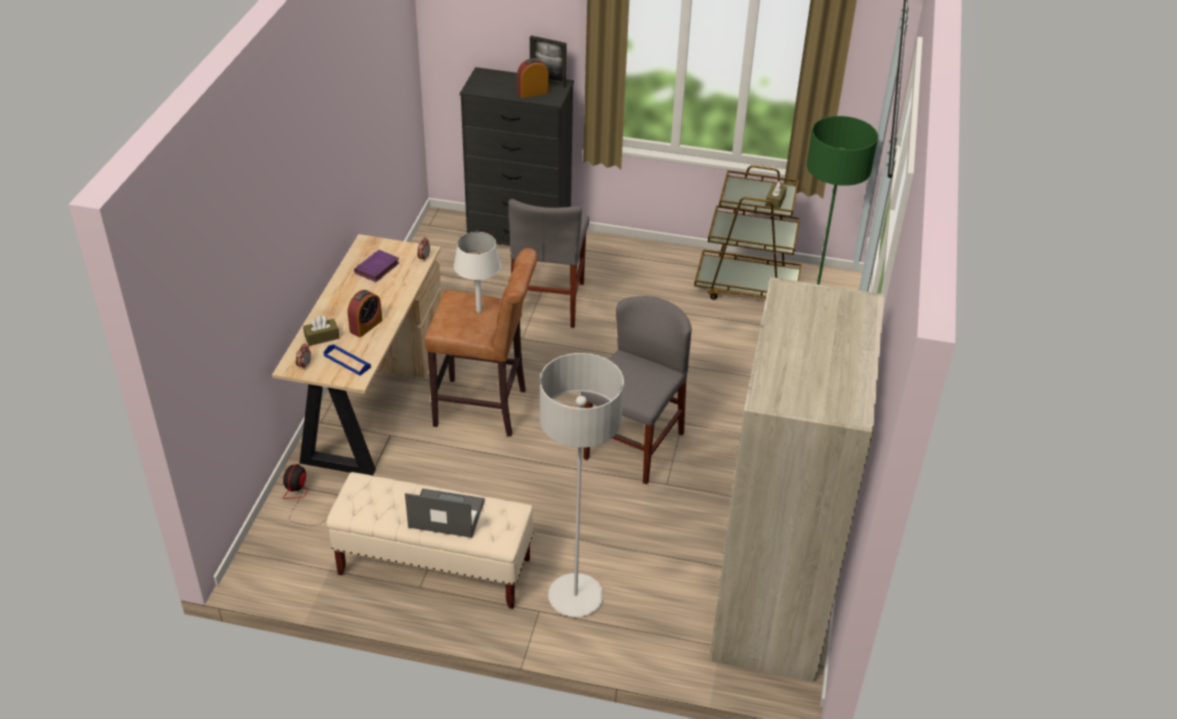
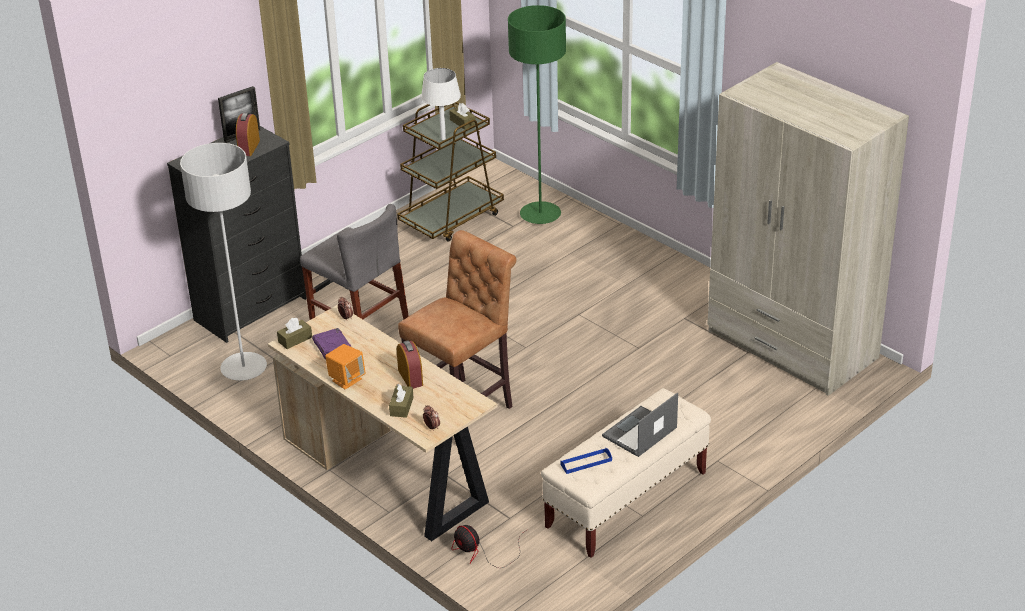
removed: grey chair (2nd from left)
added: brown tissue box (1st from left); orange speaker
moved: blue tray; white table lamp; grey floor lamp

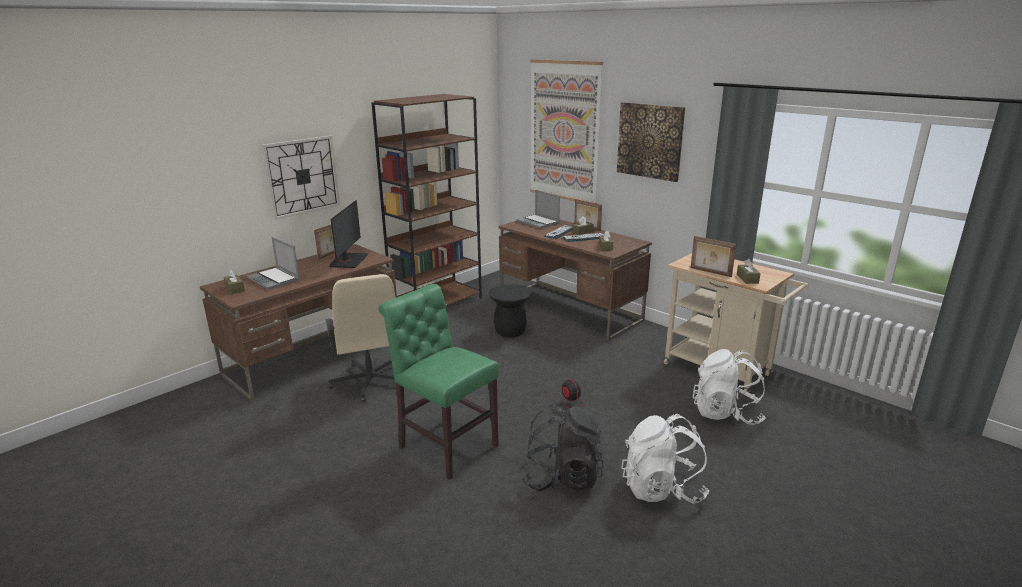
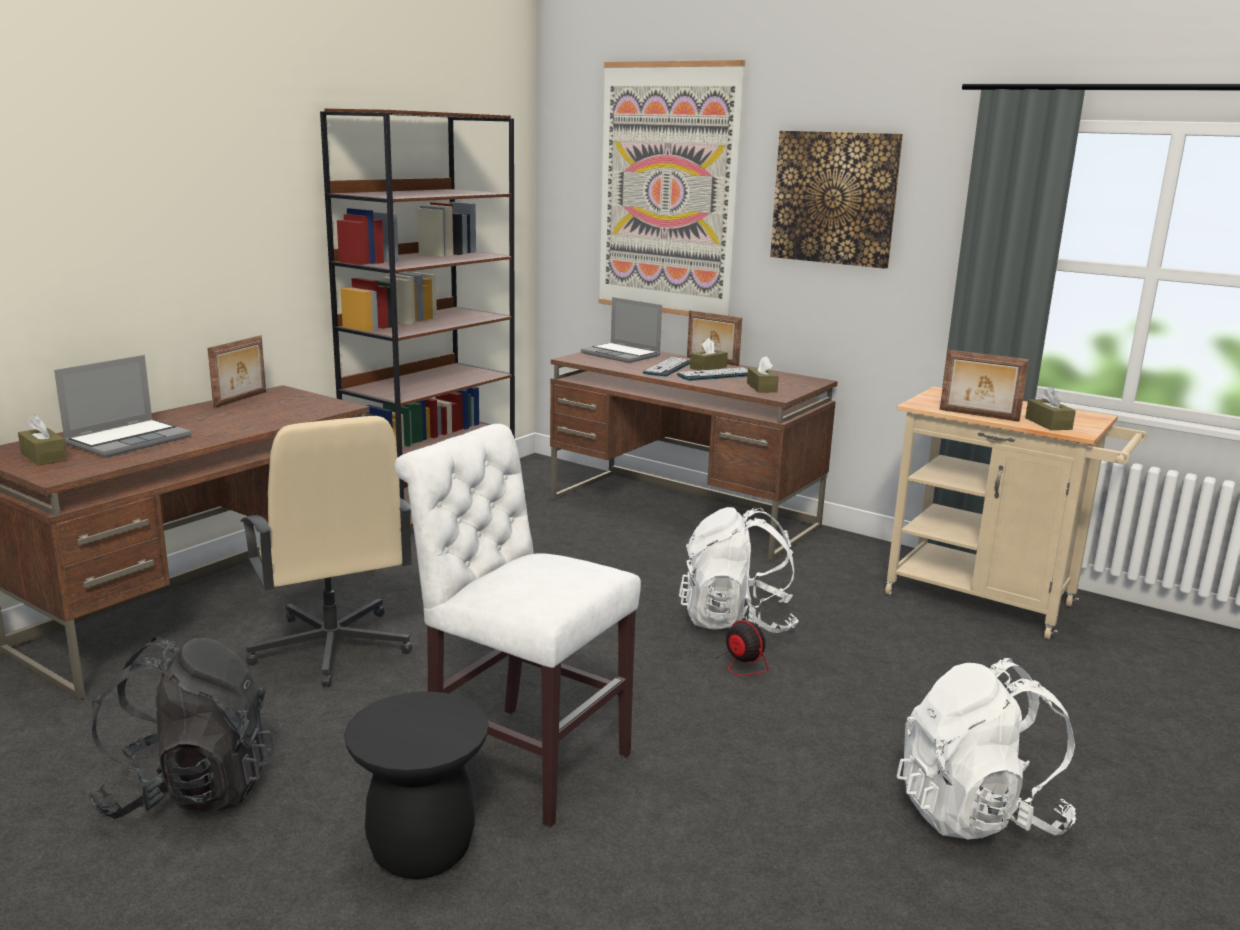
removed: wall clock; monitor
moved: black stool; black backpack; white backpack (2nd from left in the first image) to white backpack (1st from left)
recoloured: green chair to white chair
turned: laptop (1st from left) 90 degrees counterclockwise

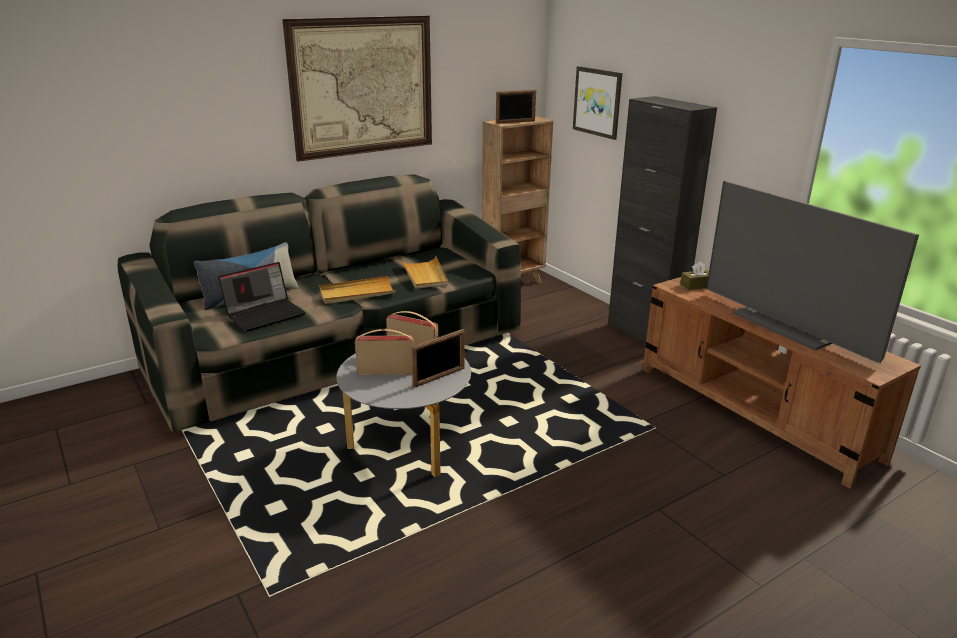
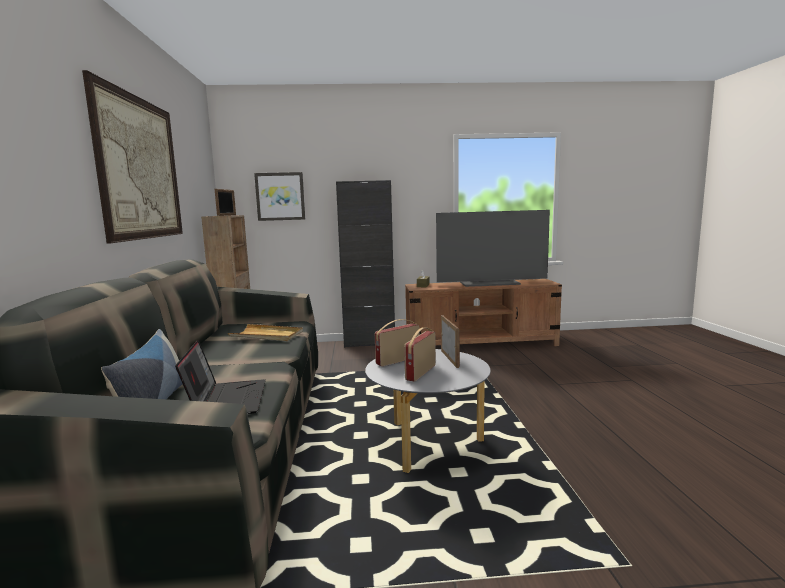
removed: beige tray (1st from left)

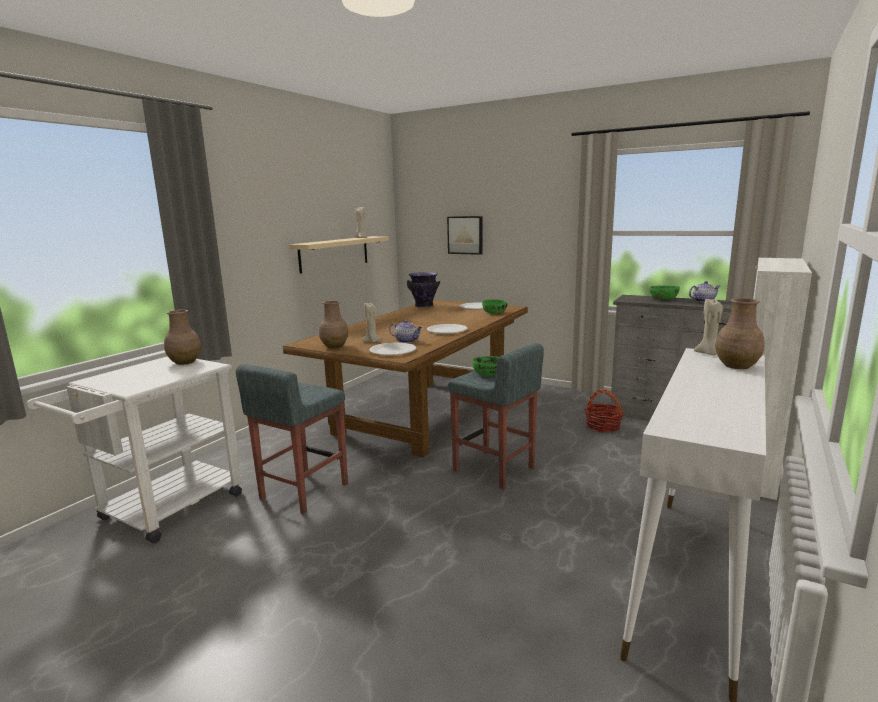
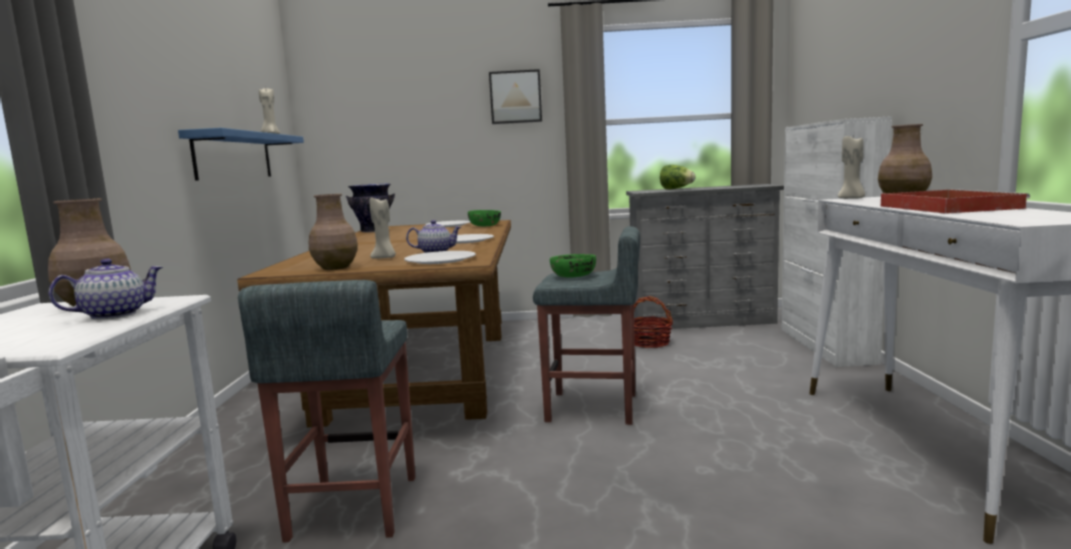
added: red tray
moved: picture; teapot (2nd from left in the first image) to teapot (1st from left)
replaced: green bowl (3rd from left) to lettuce
recoloured: beige shelf to blue shelf

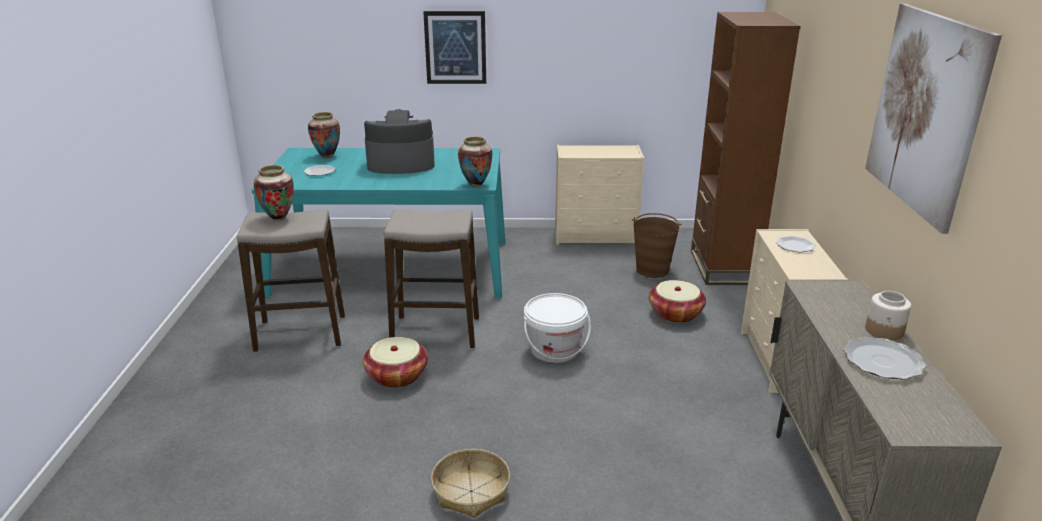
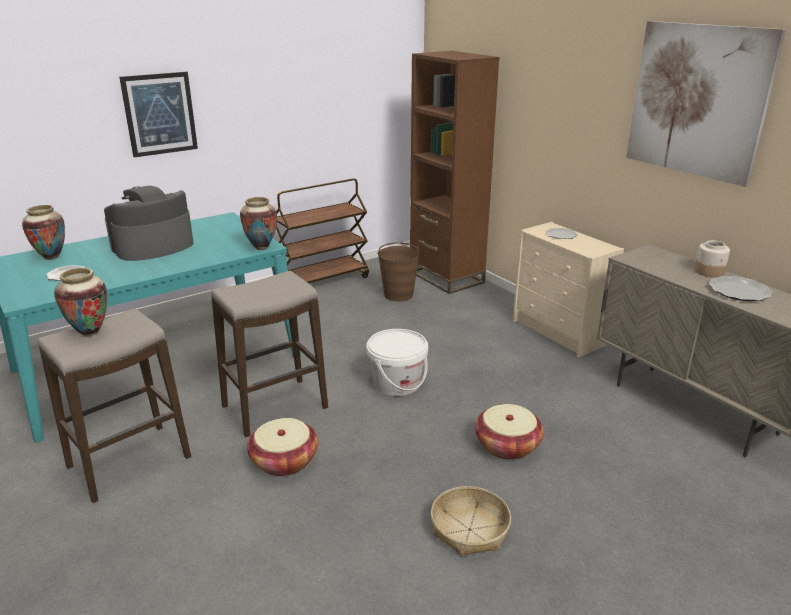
moved: basket (3rd from left)
replaced: beige dresser (1st from left) to brown cart

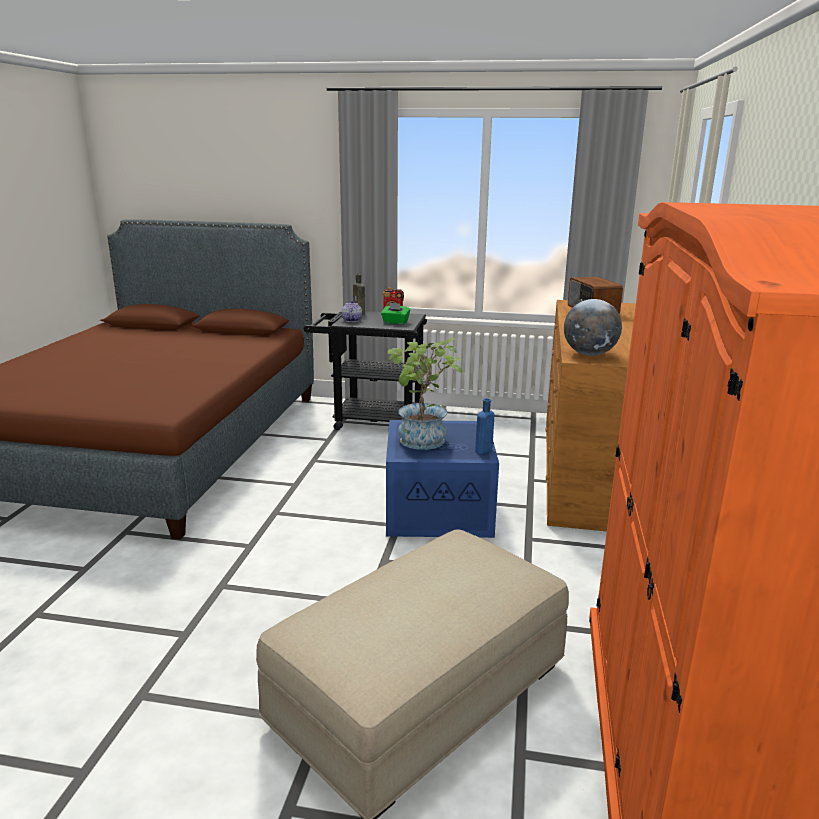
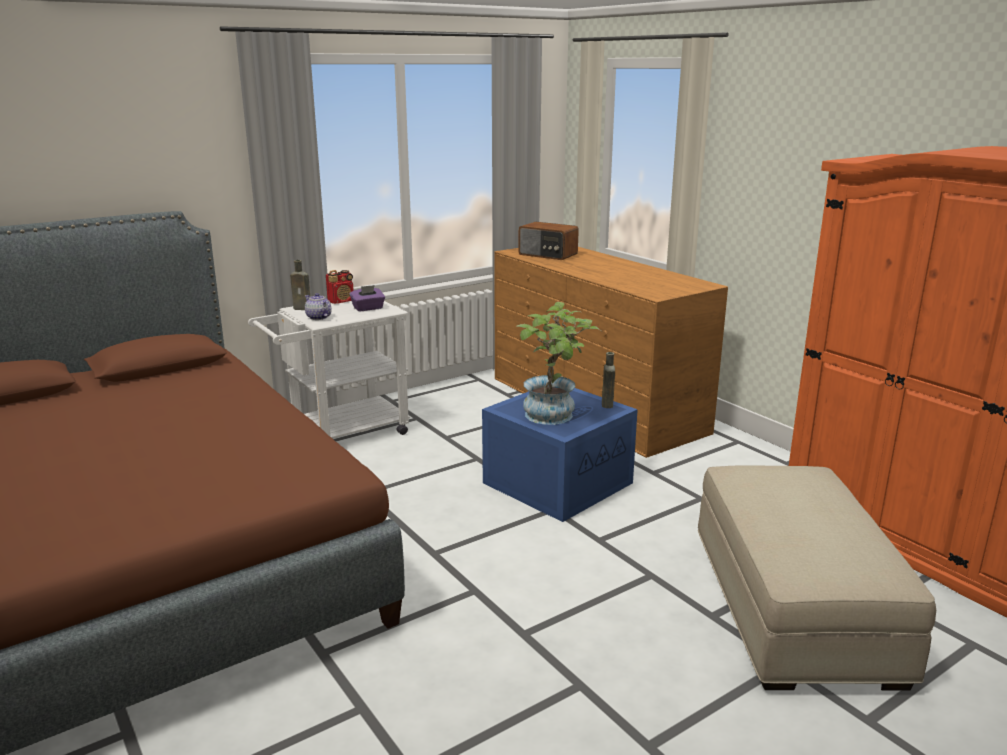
removed: globe
recoloured: black cart to white cart; green tissue box to purple tissue box; blue bottle to brown bottle (2nd from left)

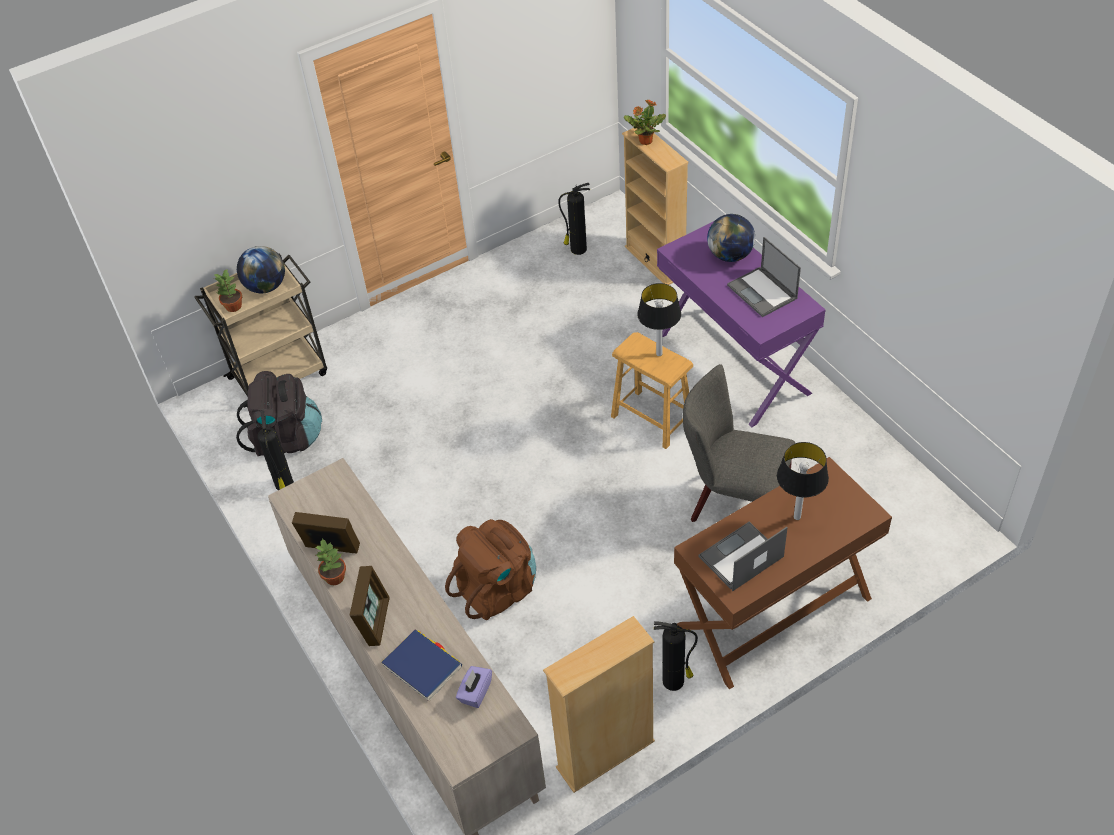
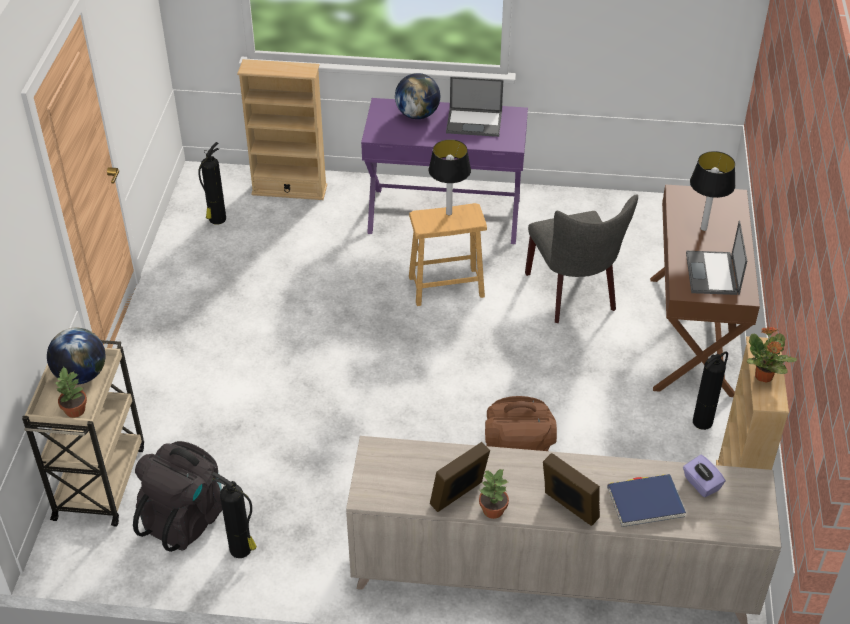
moved: potted plant (3rd from left)
turned: grey chair 75 degrees counterclockwise

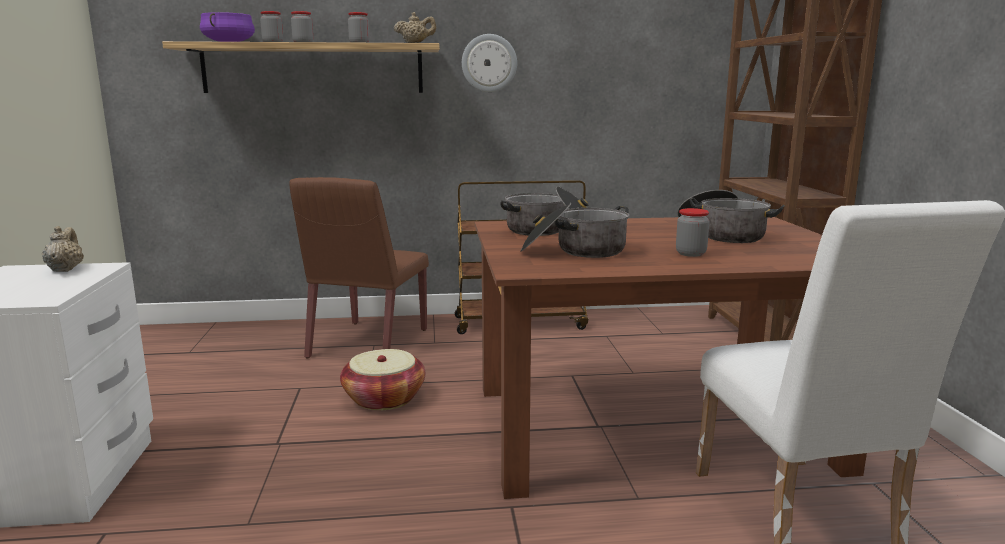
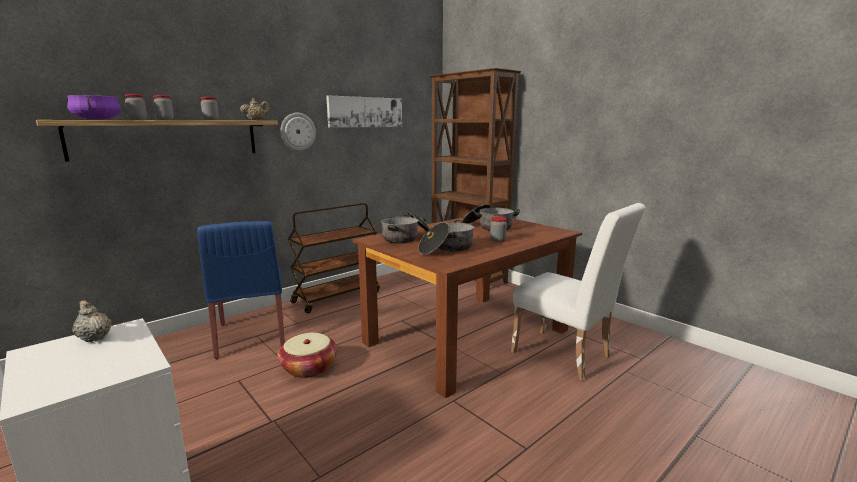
added: picture
recoloured: brown chair to blue chair

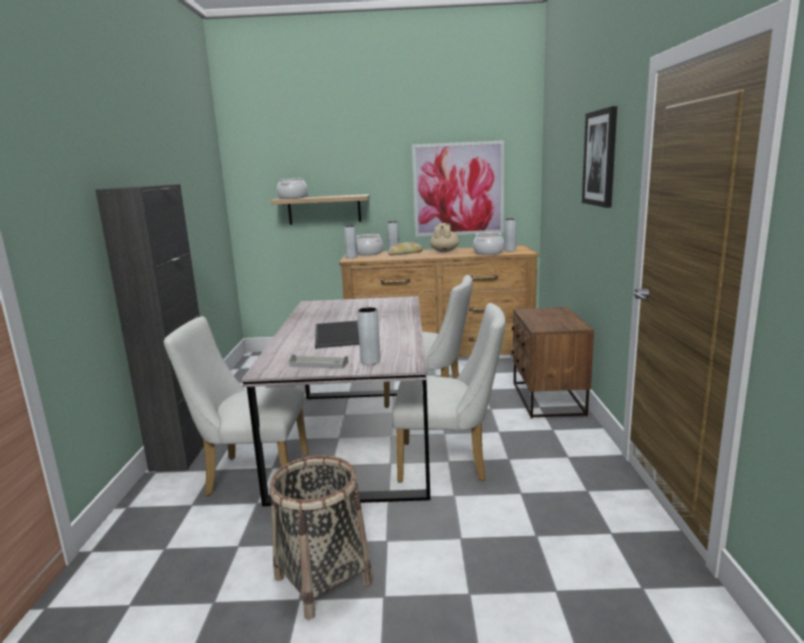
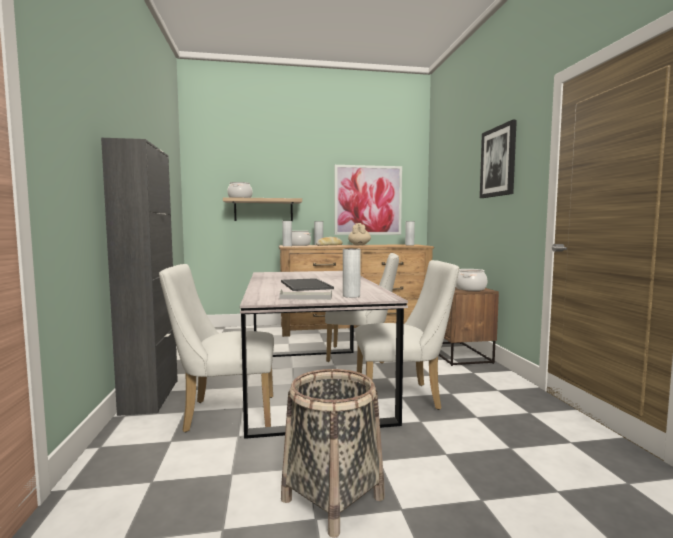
moved: cooking pot (3rd from left)

